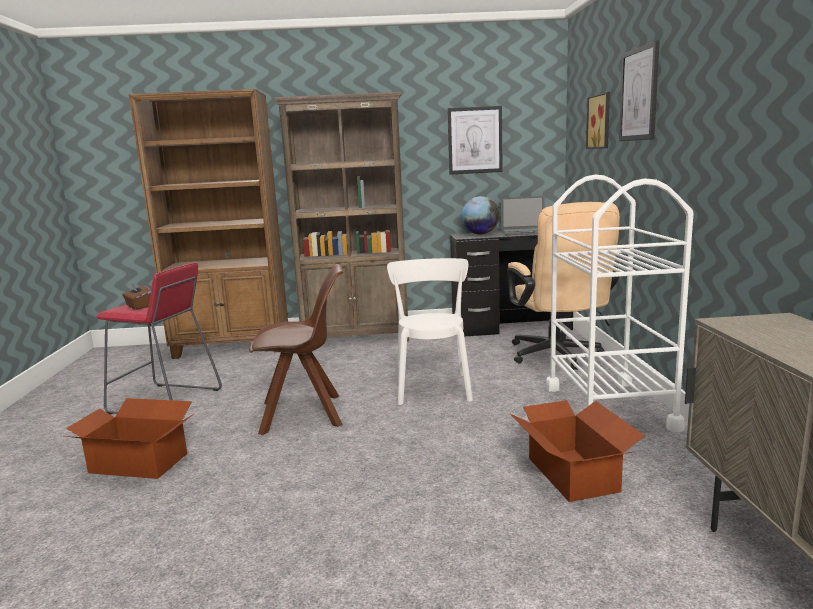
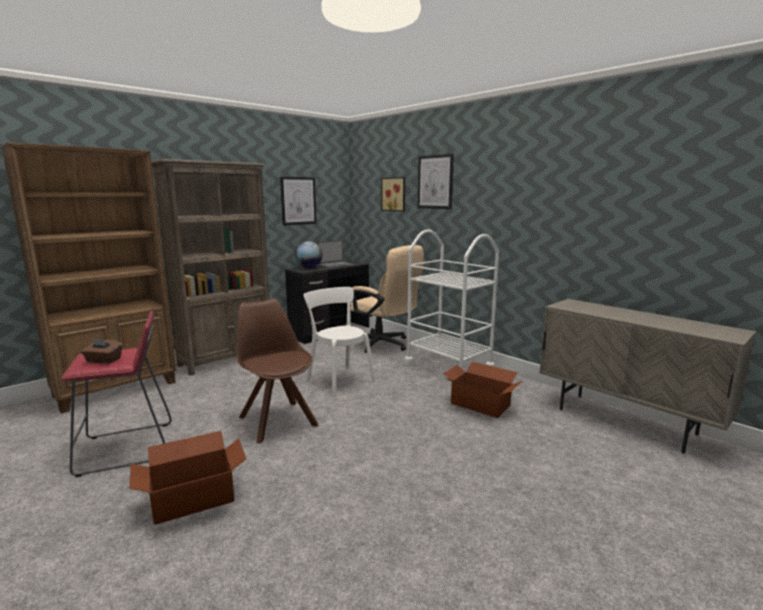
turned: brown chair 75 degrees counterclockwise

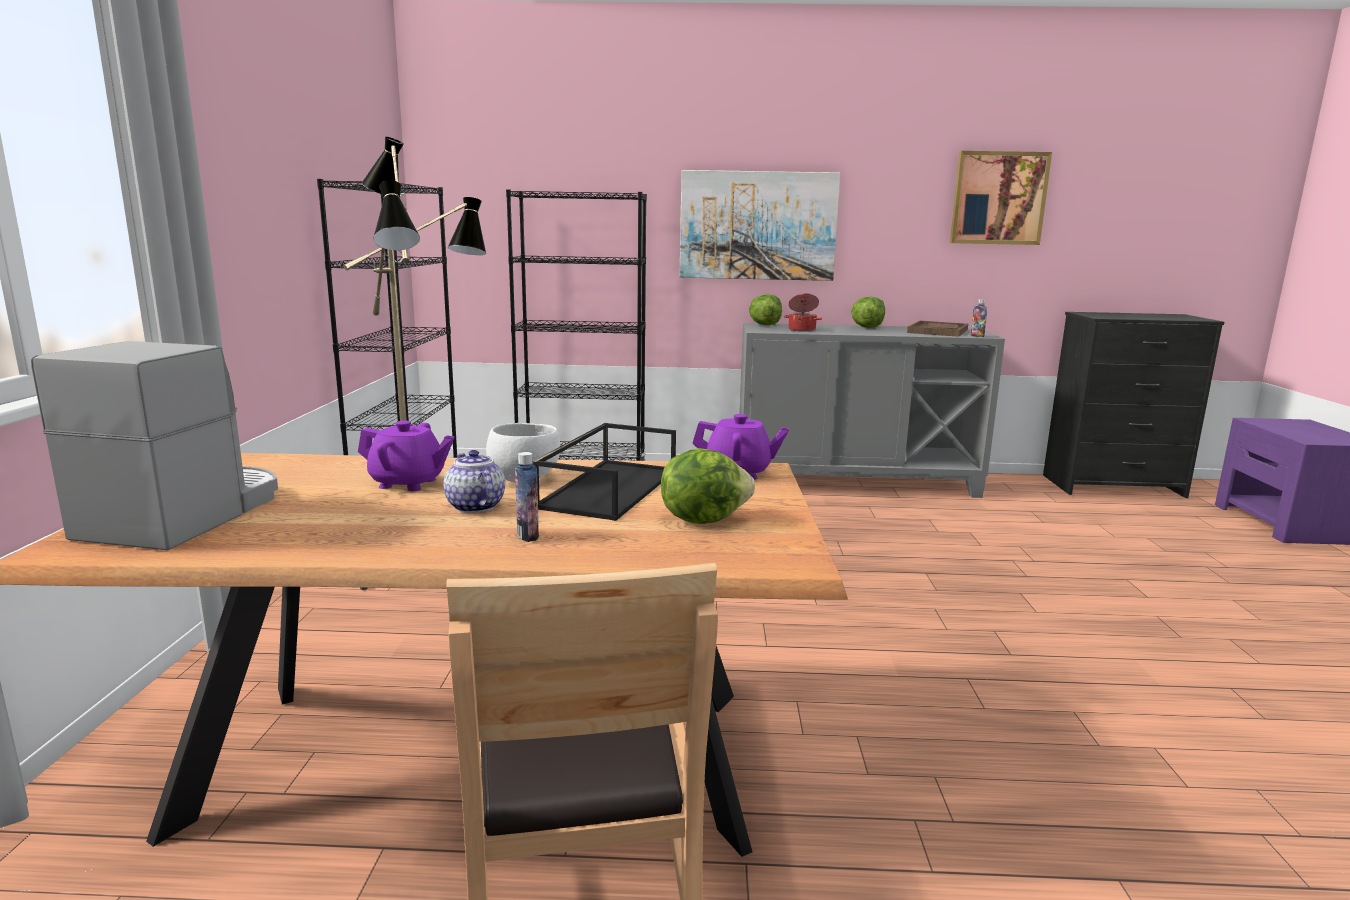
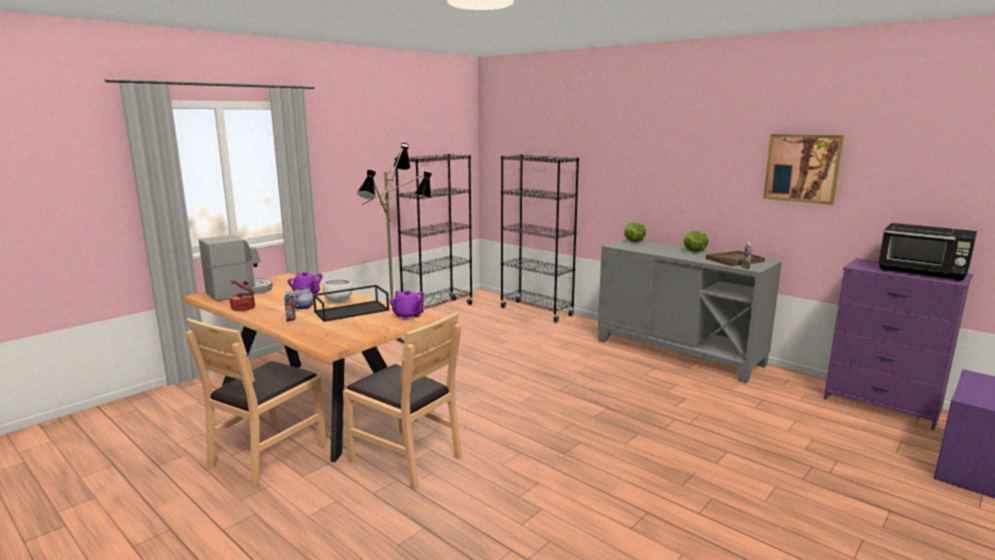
removed: lettuce (1st from left); picture (1st from left)
added: brown chair (2nd from left); black microwave
moved: cooking pot
recoloured: black dresser to purple dresser

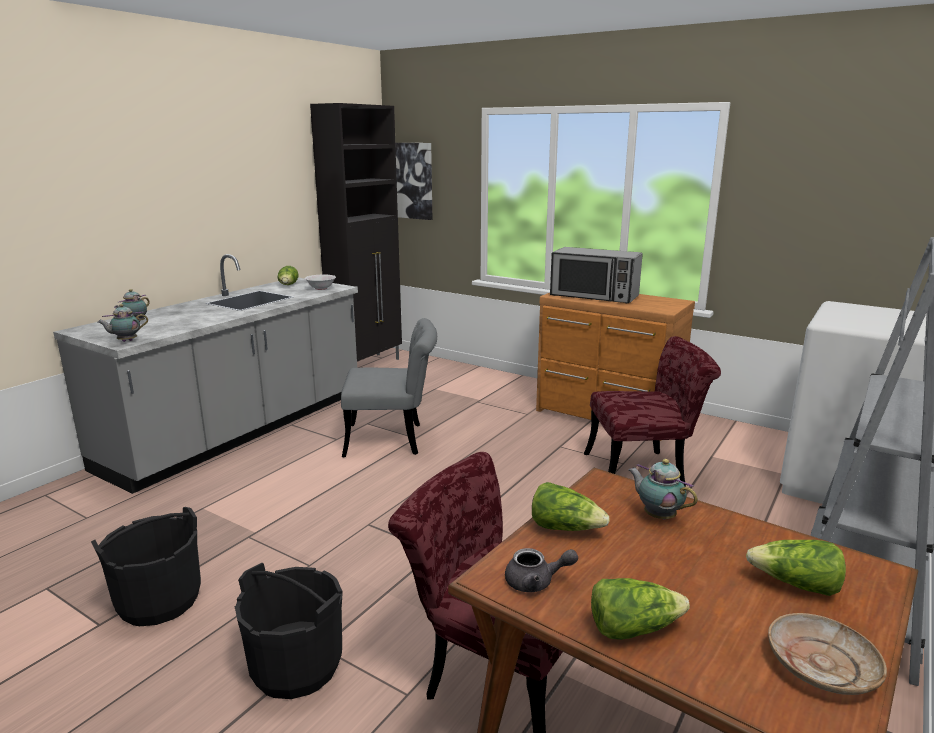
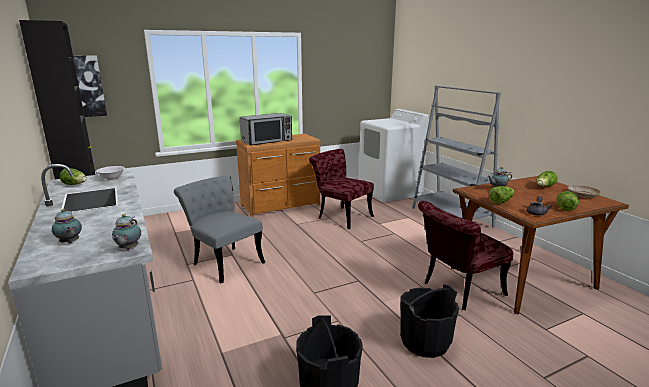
turned: grey chair 75 degrees counterclockwise; red chair (2nd from left in the first image) 75 degrees counterclockwise

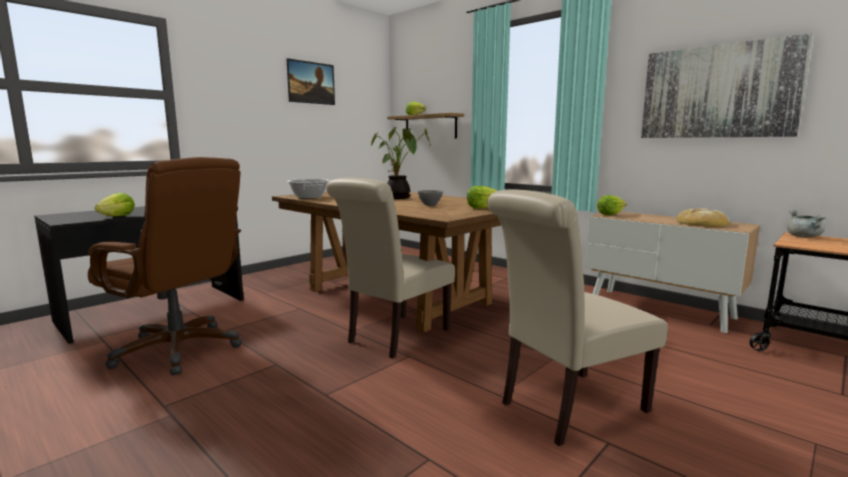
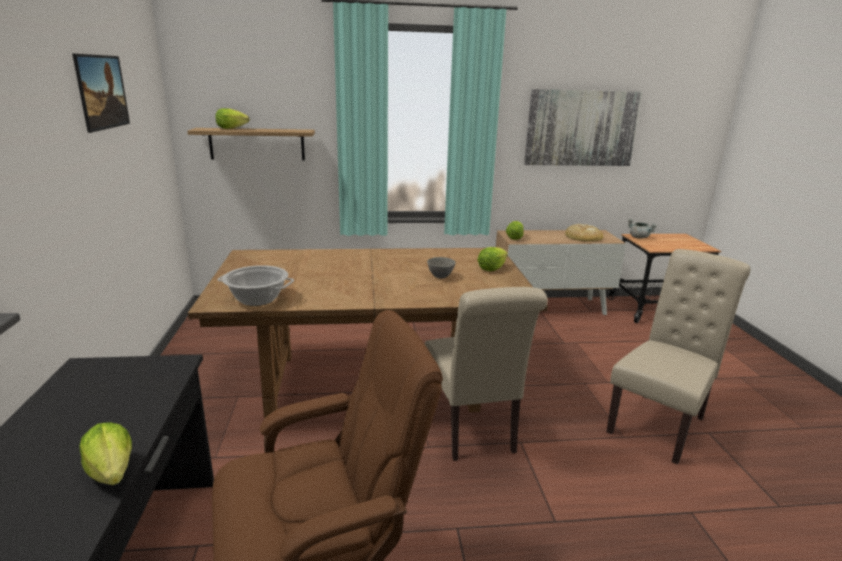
removed: potted plant
turned: beige chair (2nd from left) 150 degrees counterclockwise

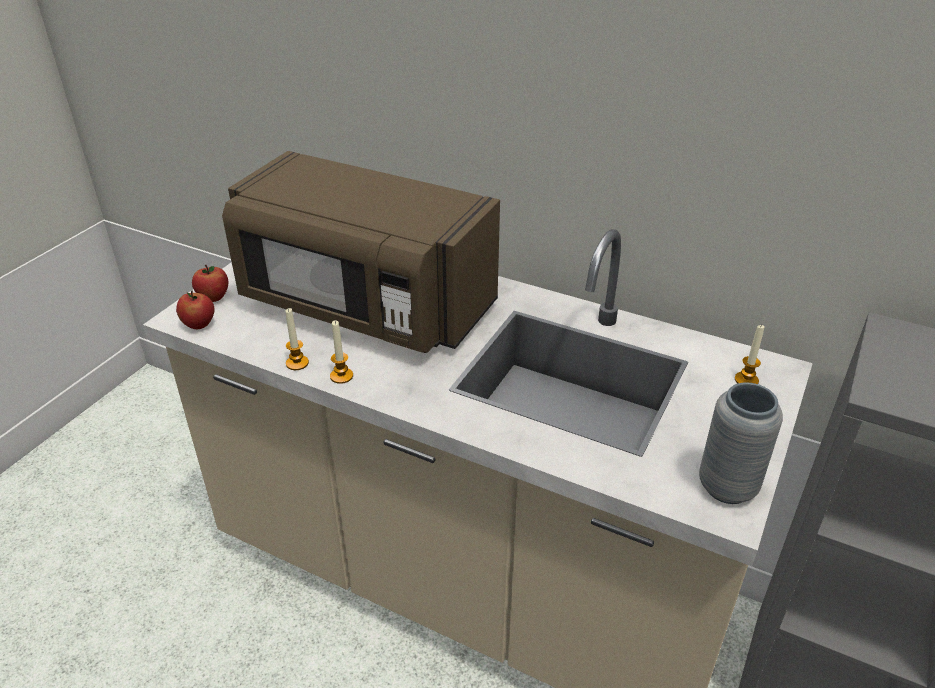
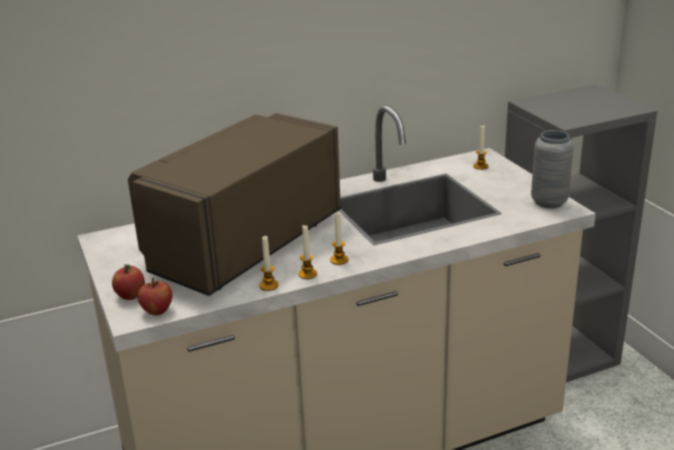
added: candle (3rd from left)
turned: brown microwave 150 degrees clockwise

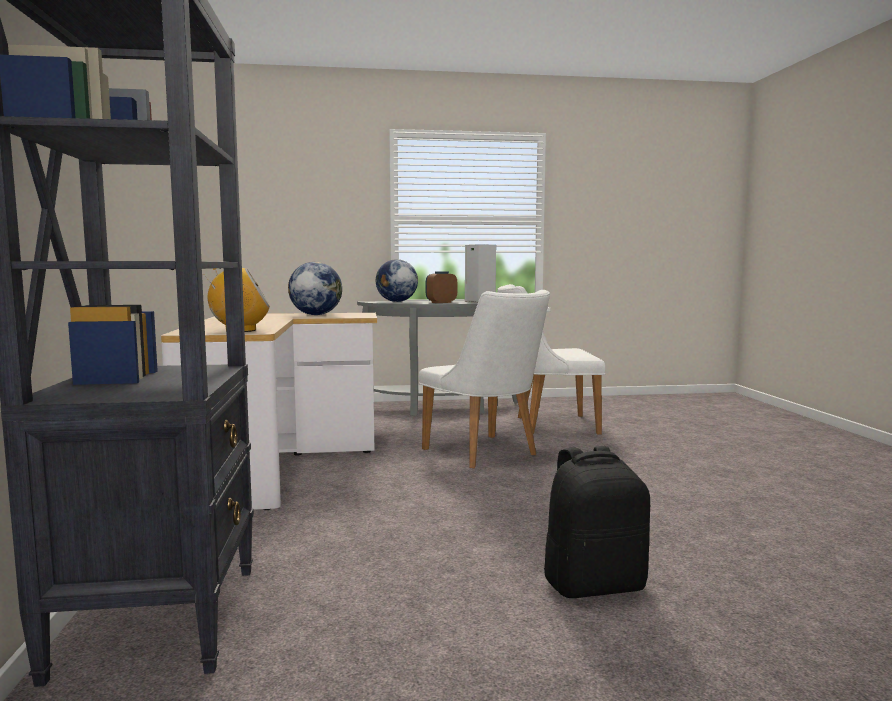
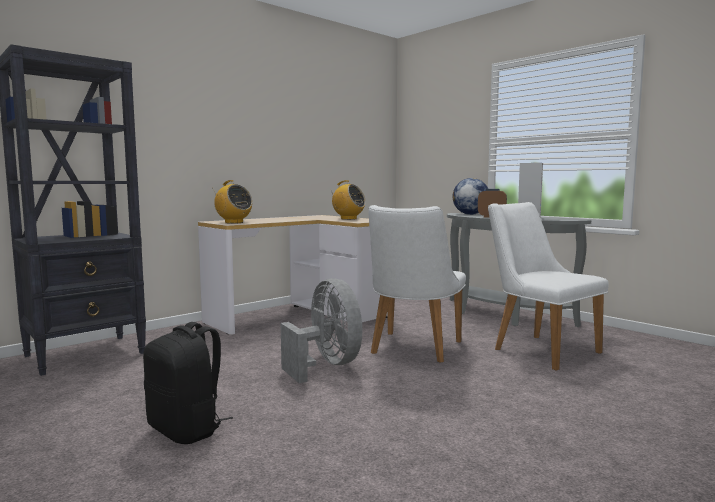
added: grey fan
replaced: globe (1st from left) to radio (2nd from left)

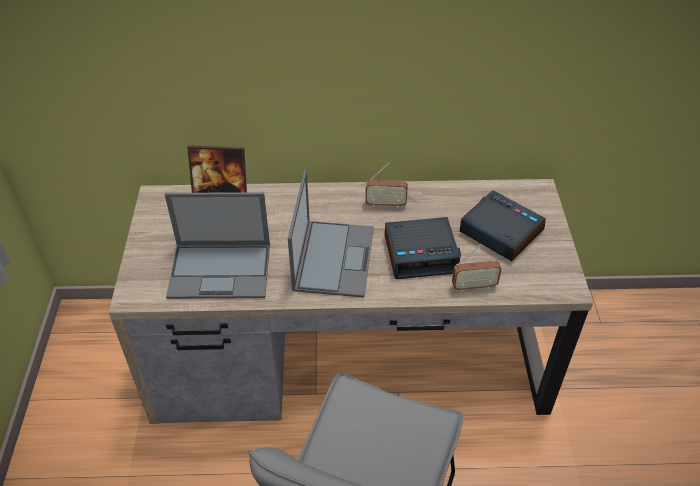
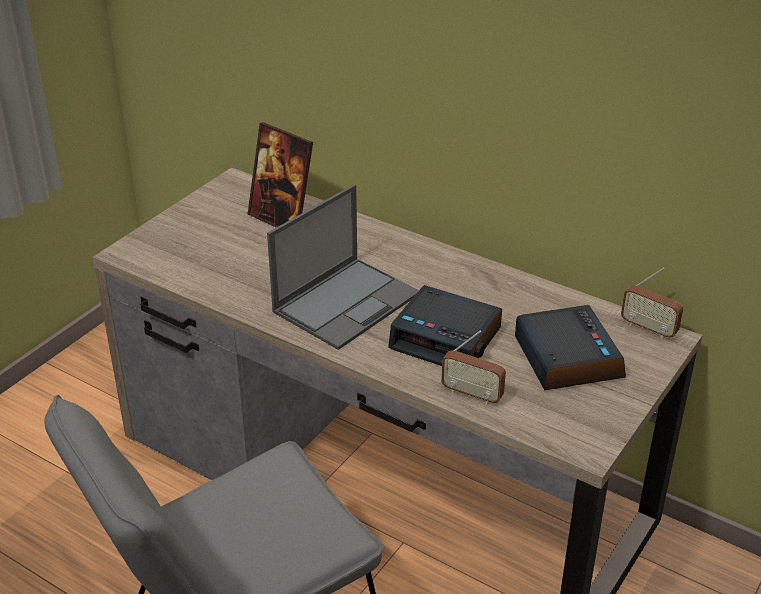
removed: laptop (1st from left)
moved: radio (1st from left in the first image) to radio (2nd from left)

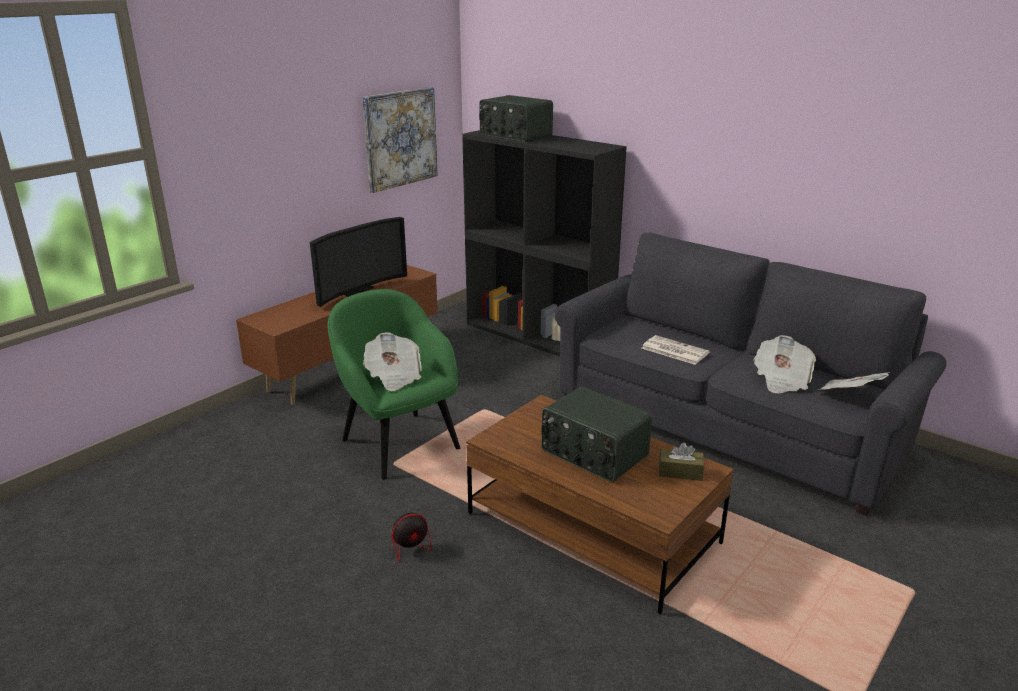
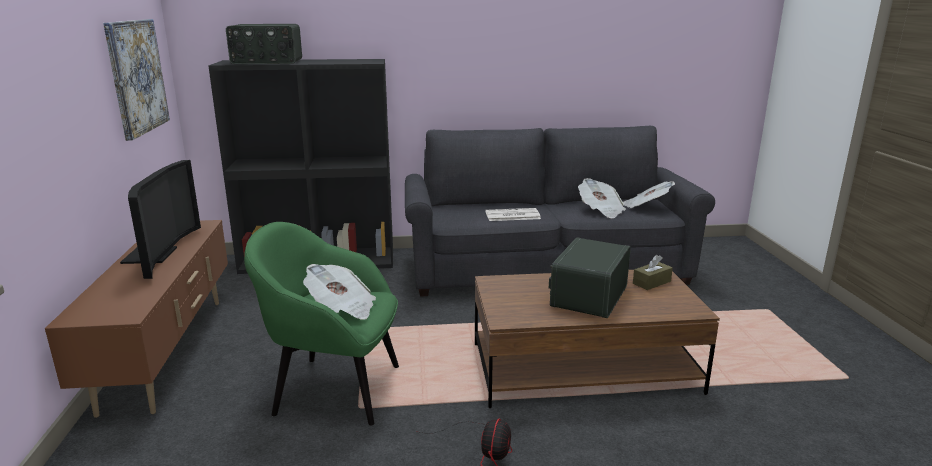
turned: radio (2nd from left) 120 degrees clockwise

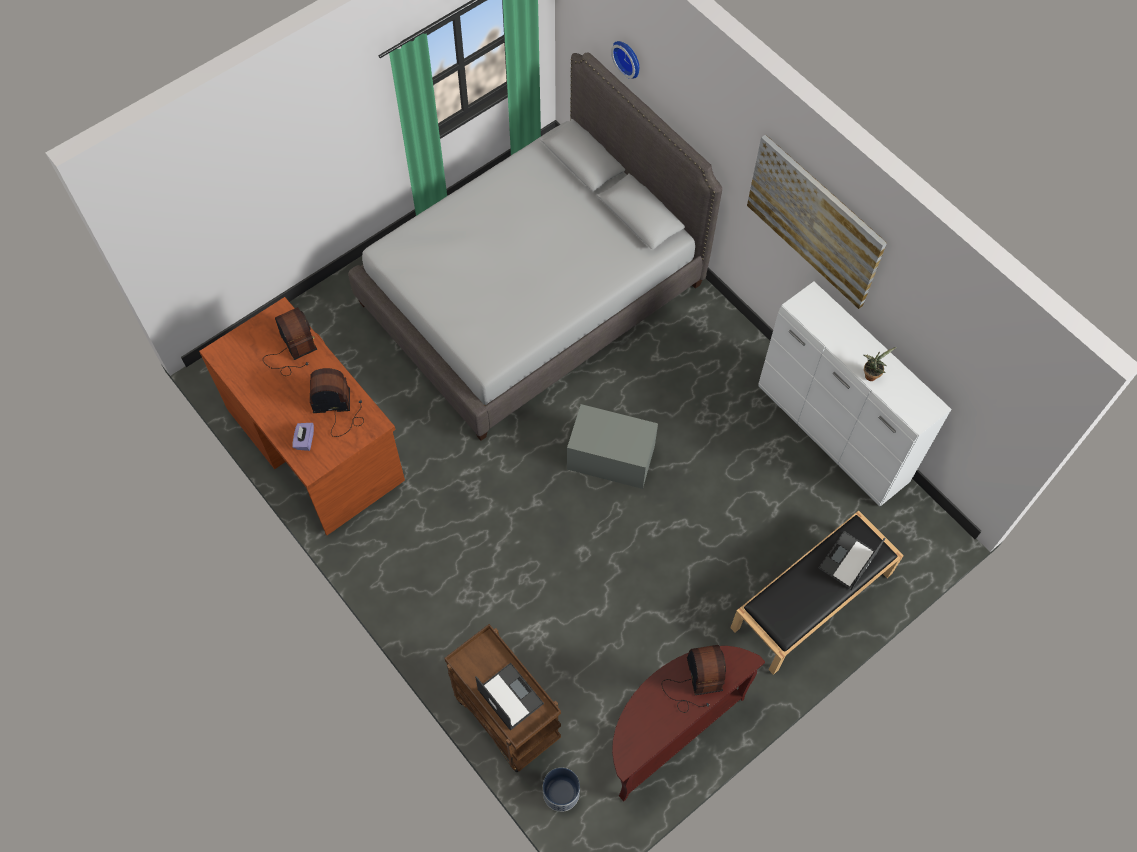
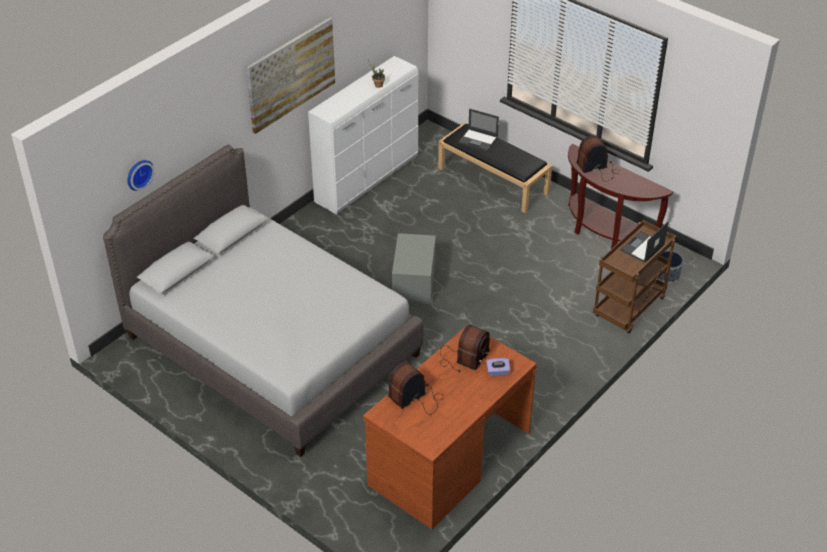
turned: radio (2nd from left) 135 degrees counterclockwise

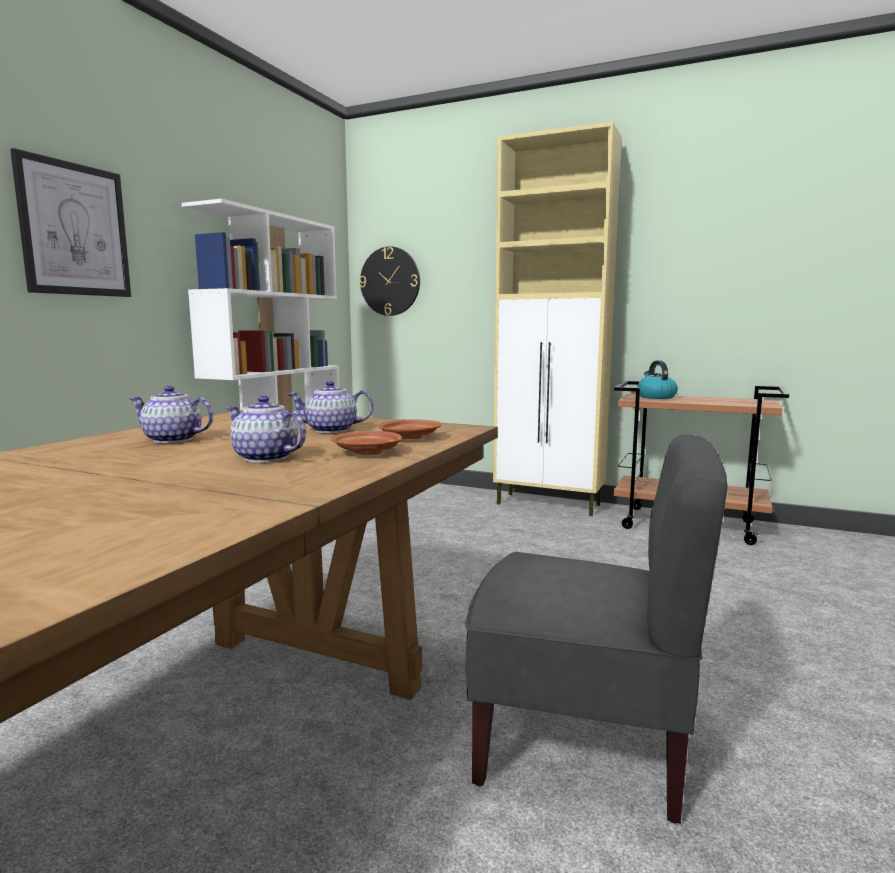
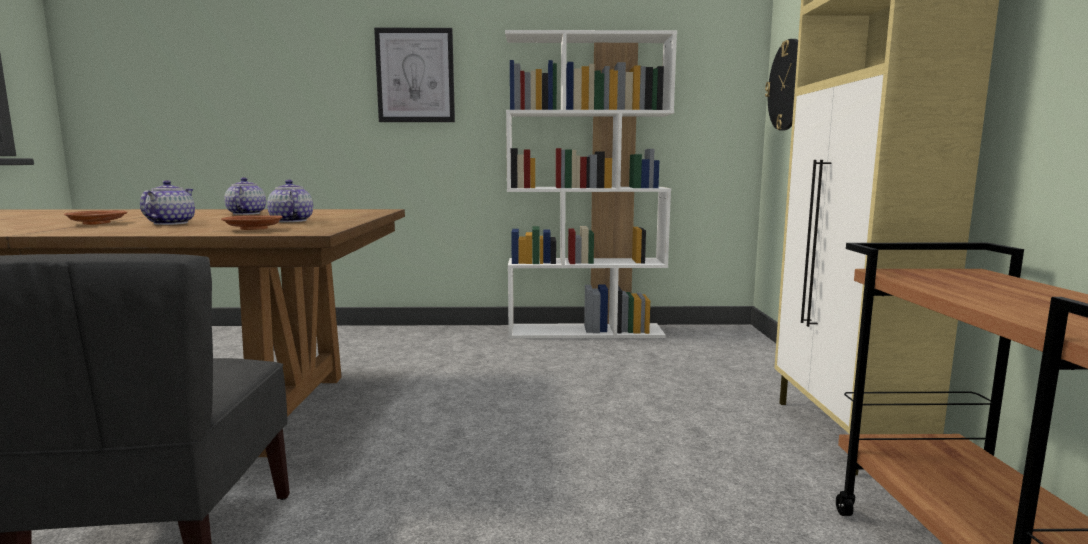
removed: kettle
moved: brown plate (1st from left)

